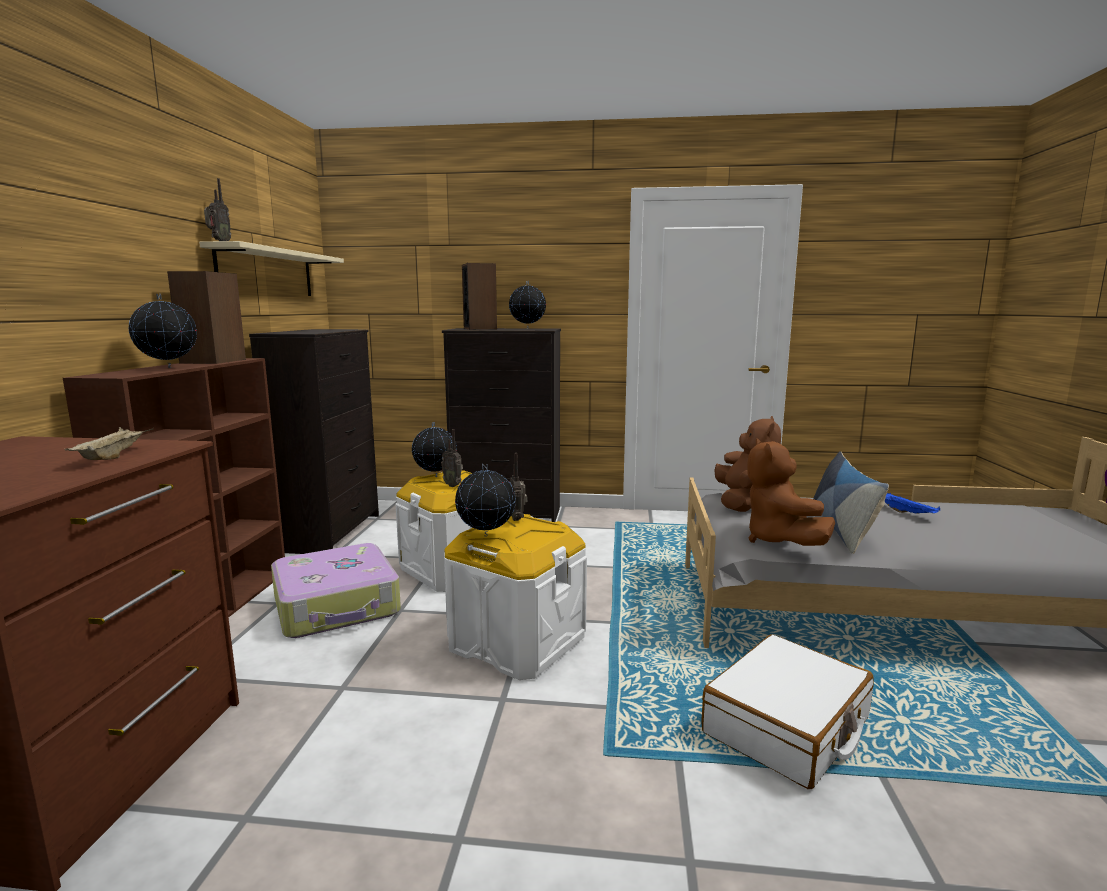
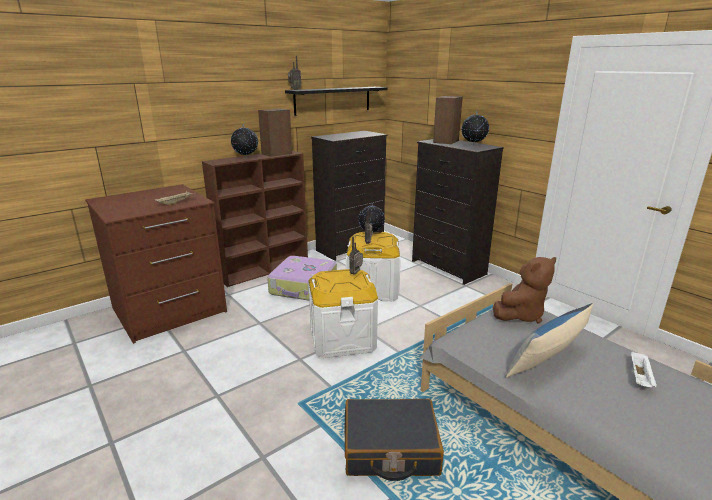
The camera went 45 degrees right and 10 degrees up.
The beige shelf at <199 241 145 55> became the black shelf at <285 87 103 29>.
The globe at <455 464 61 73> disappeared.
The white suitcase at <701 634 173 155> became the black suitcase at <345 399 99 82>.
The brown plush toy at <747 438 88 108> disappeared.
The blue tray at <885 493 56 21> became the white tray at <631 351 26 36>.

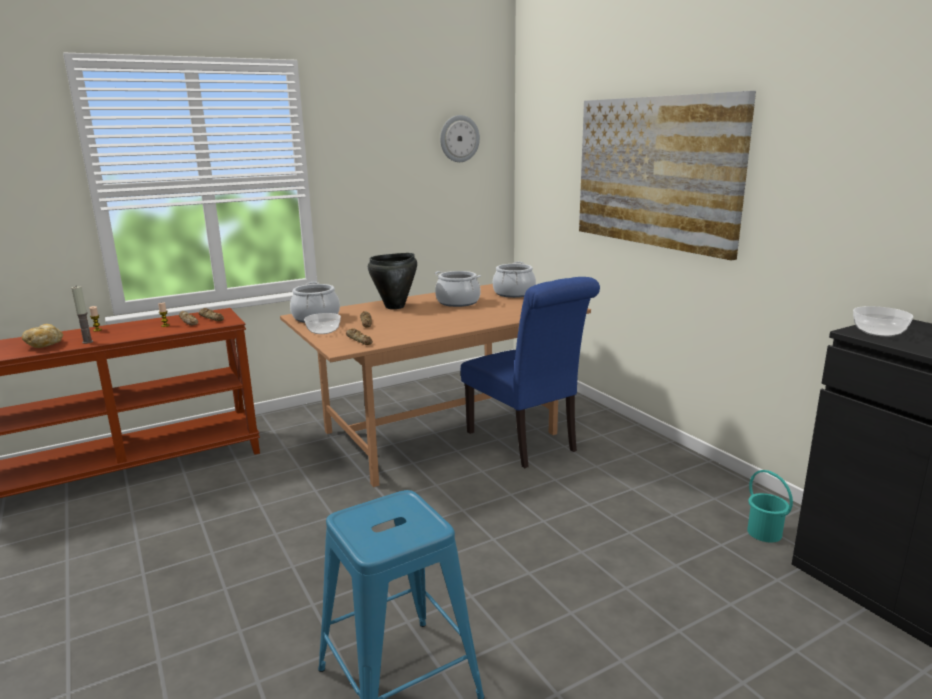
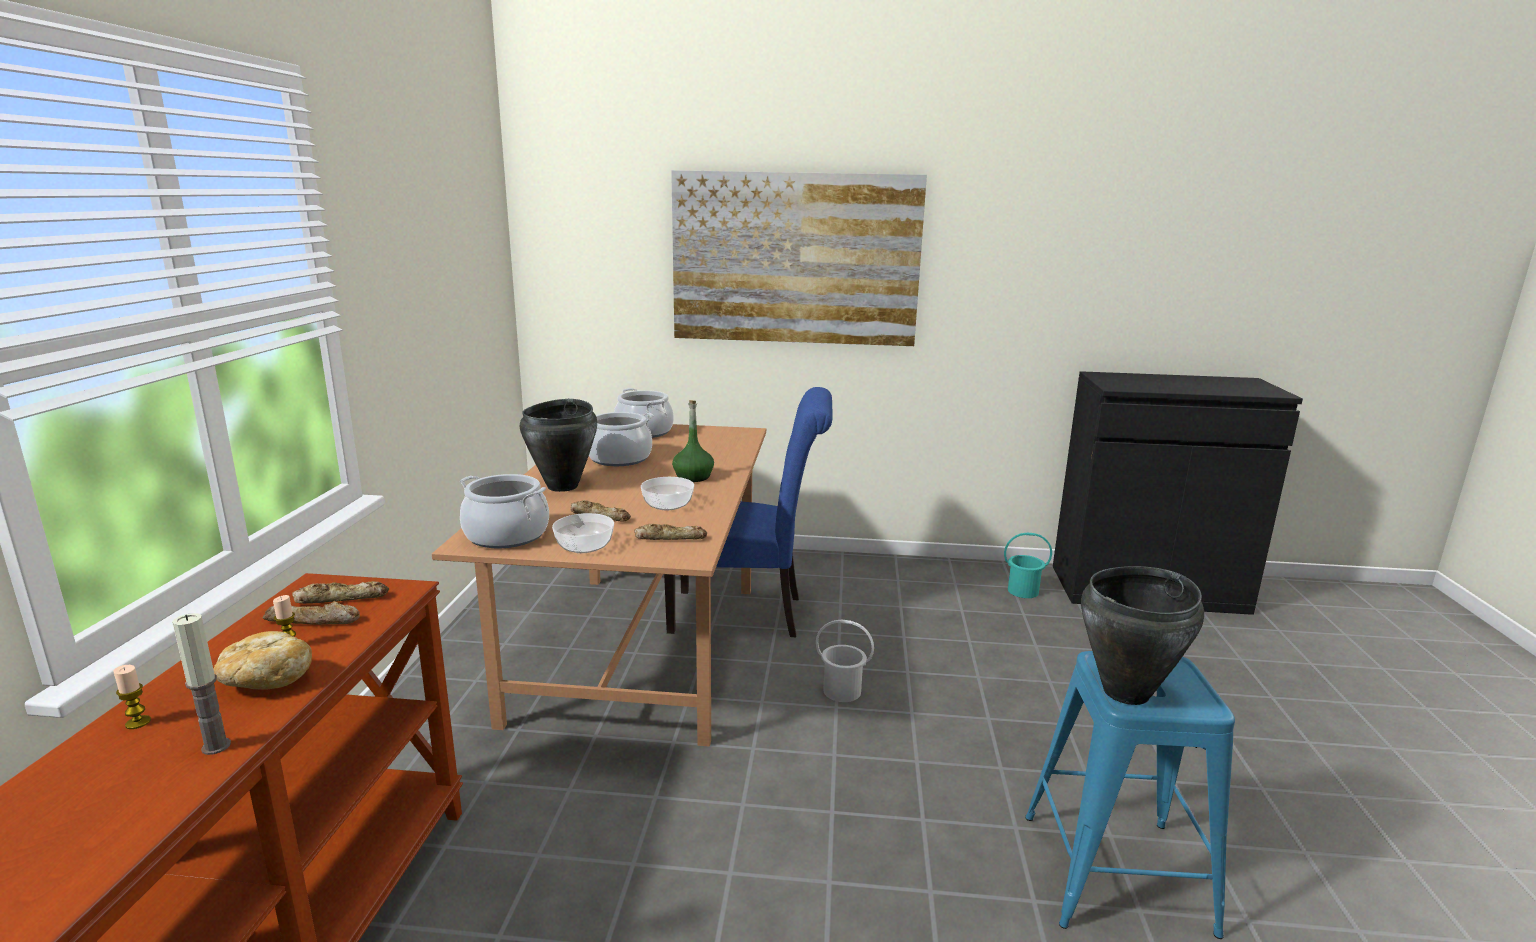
The camera went 55 degrees left and 0 degrees up.
The bread moved from <22 324 41 24> to <214 631 98 59>.
The wall clock at <440 115 40 47> disappeared.
The bowl moved from <853 306 60 31> to <641 477 53 33>.
The green bottle at <672 400 42 82> appeared.
The white bucket at <816 619 58 83> appeared.
The black cooking pot at <1081 566 123 139> appeared.

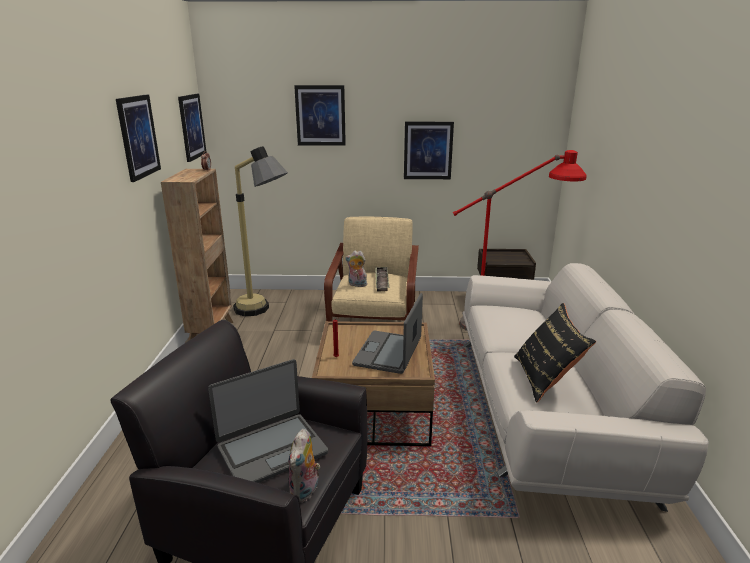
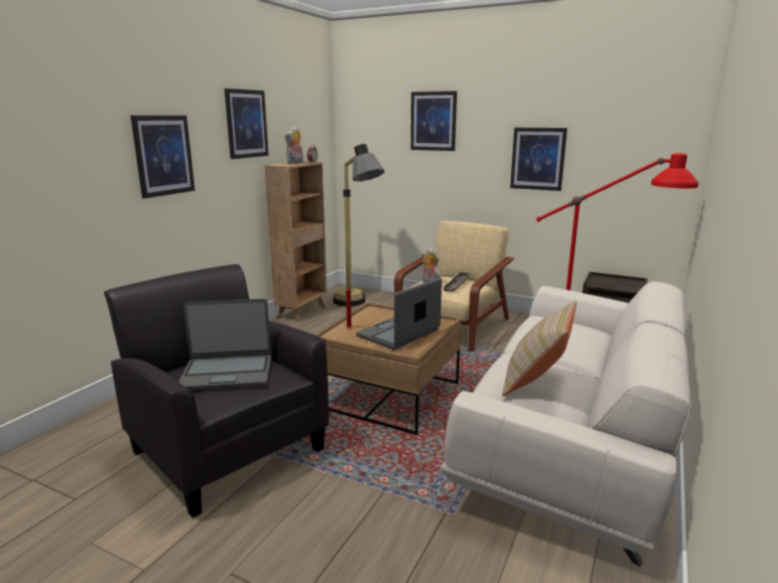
The camera went 25 degrees right and 5 degrees down.
The picture moved from <178 94 28 68> to <131 116 64 83>.
The plush toy moved from <289 429 31 74> to <284 127 20 37>.
The black pillow at <514 303 82 99> became the beige pillow at <502 301 75 95>.

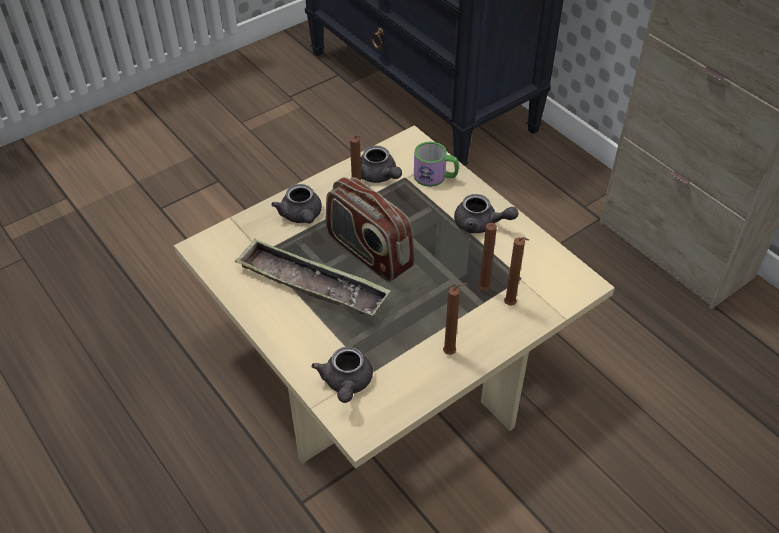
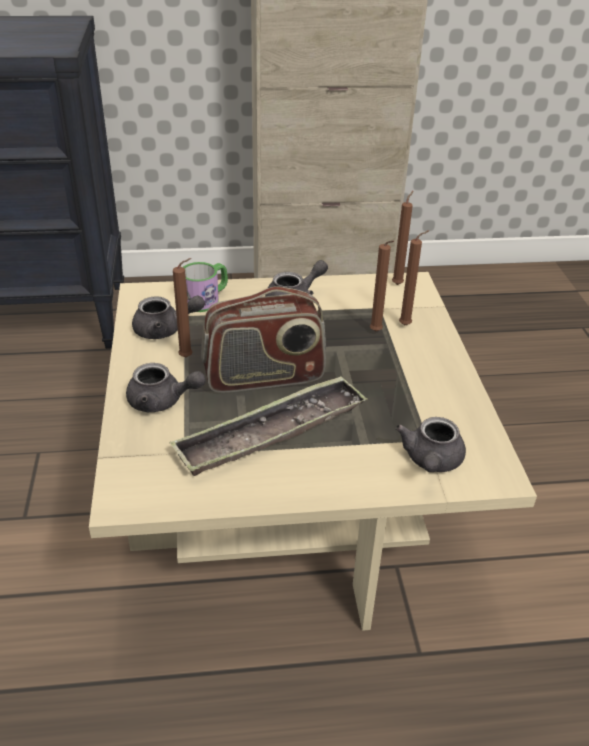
The camera went 60 degrees left and 10 degrees down.
The grey teapot at <311 347 62 56> turned 75 degrees clockwise.
The brown candle moved from <443 283 24 72> to <392 191 21 94>.

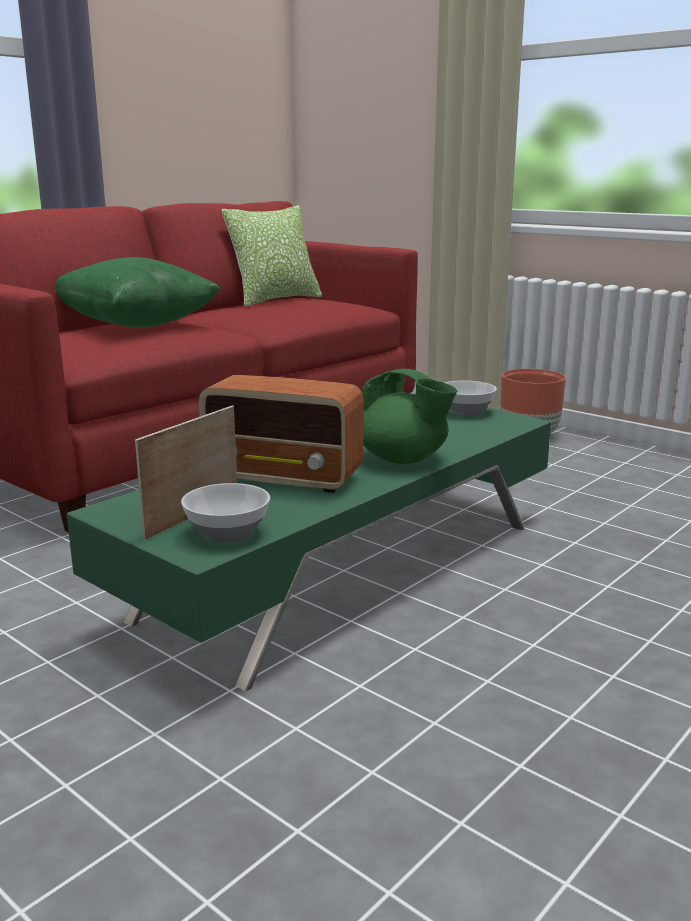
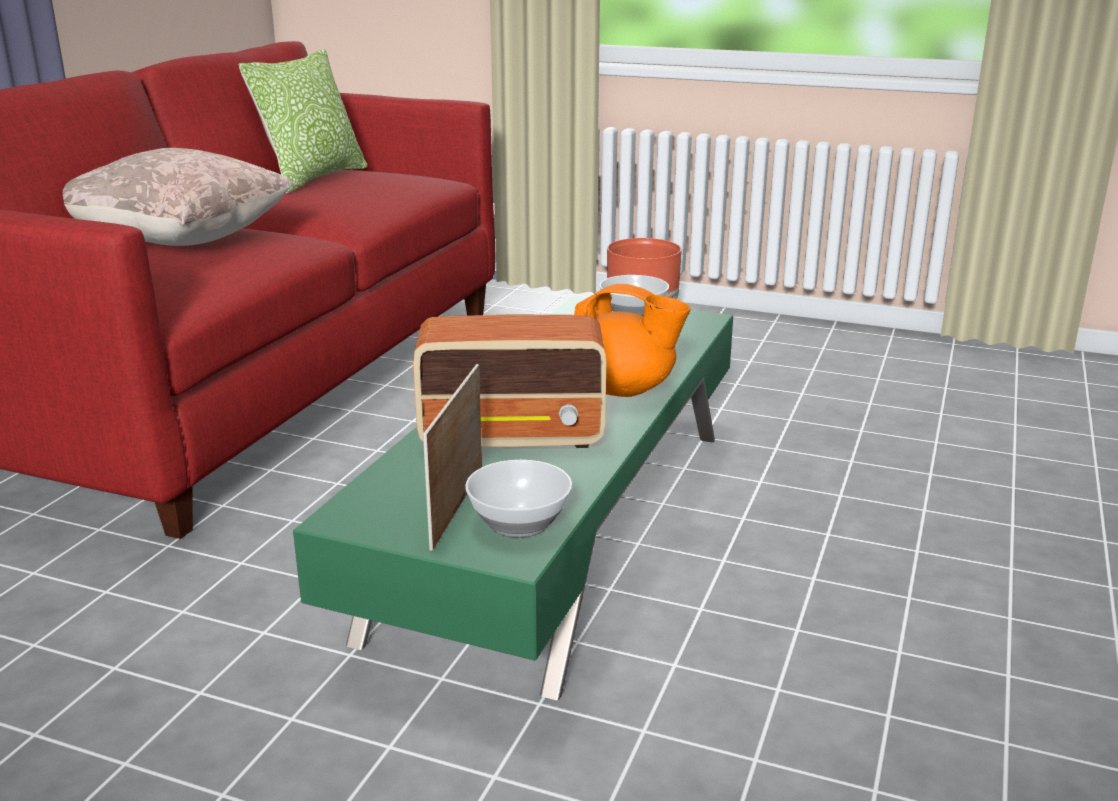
The camera went 20 degrees left and 5 degrees up.
The green pillow at <56 257 165 71> became the beige pillow at <63 148 231 98>.
The green teapot at <362 369 95 95> became the orange teapot at <574 284 117 113>.

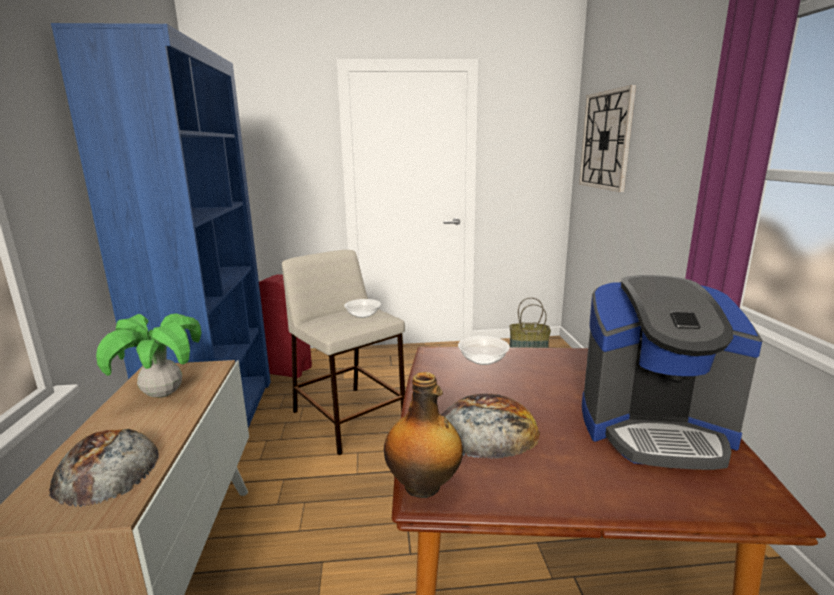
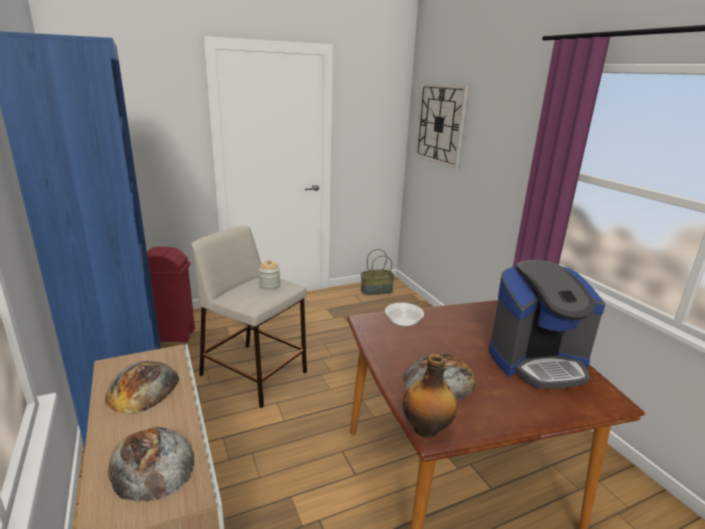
The camera went 20 degrees left and 5 degrees up.
The potted plant at <96 313 106 85> was replaced by the bread at <105 361 74 53>.
The bowl at <344 299 37 19> was replaced by the jar at <259 260 21 30>.

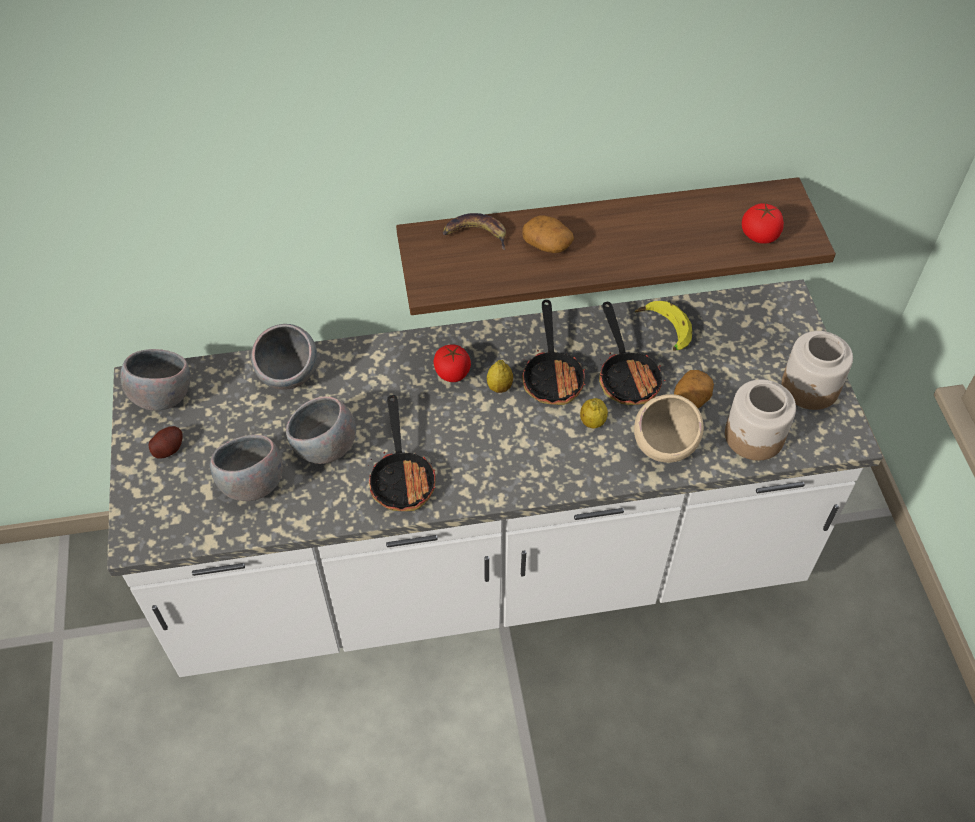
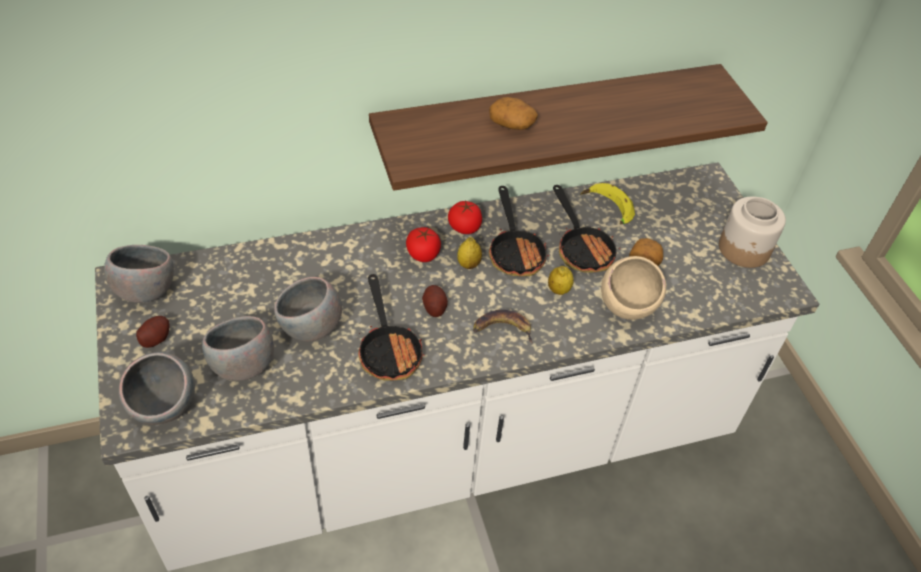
The camera went 10 degrees left and 5 degrees down.
The grey bowl moved from <251 324 66 66> to <118 352 77 73>.
The banana moved from <443 213 63 37> to <473 310 60 34>.
The jar at <725 379 71 81> disappeared.
The tomato moved from <742 203 42 41> to <448 200 34 34>.
The potato at <422 285 26 32> appeared.

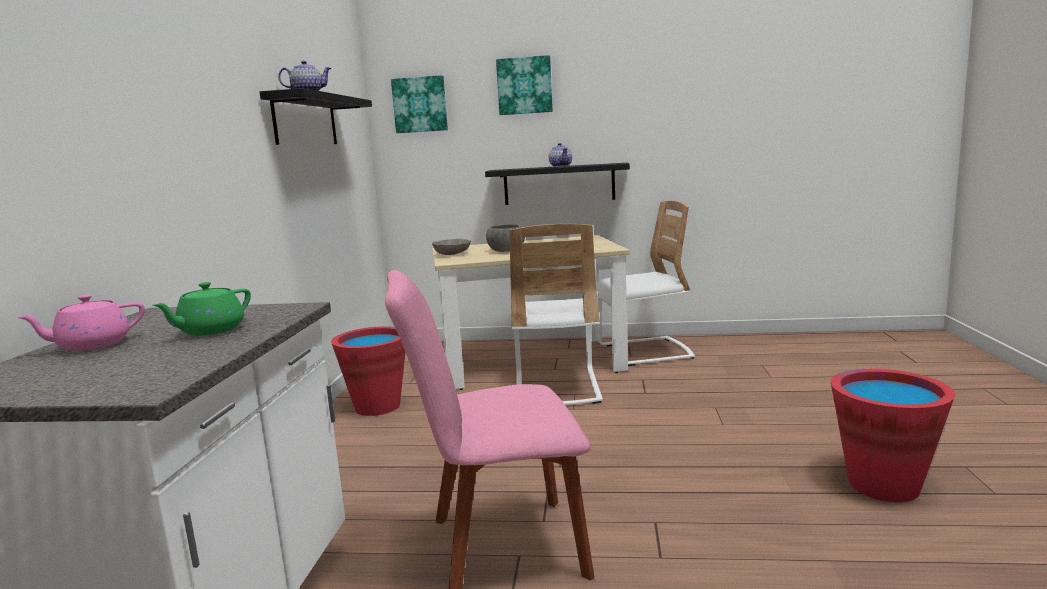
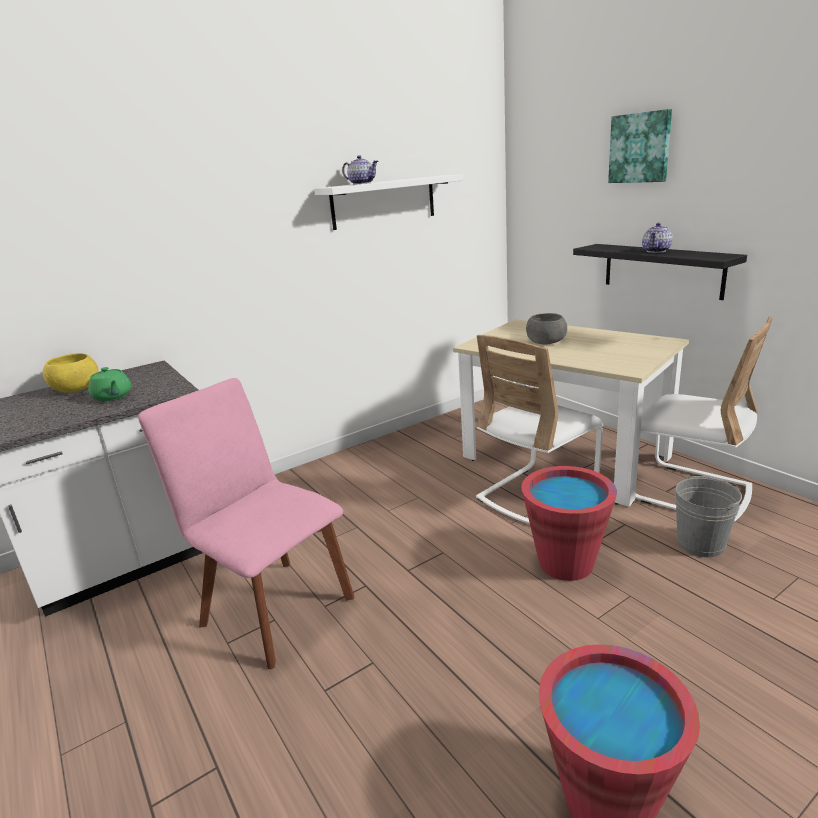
The camera went 50 degrees right and 10 degrees up.
The pink teapot at <16 295 129 56> was replaced by the yellow bowl at <43 353 55 40>.
The green teapot at <152 282 99 54> turned 120 degrees counterclockwise.
The black shelf at <260 88 112 57> became the white shelf at <314 174 149 56>.
The red bucket moved from <331 326 75 90> to <521 466 96 115>.
The picture at <391 75 57 58> disappeared.
The grey bowl at <432 239 39 16> disappeared.
The grey bucket at <675 474 67 83> appeared.

